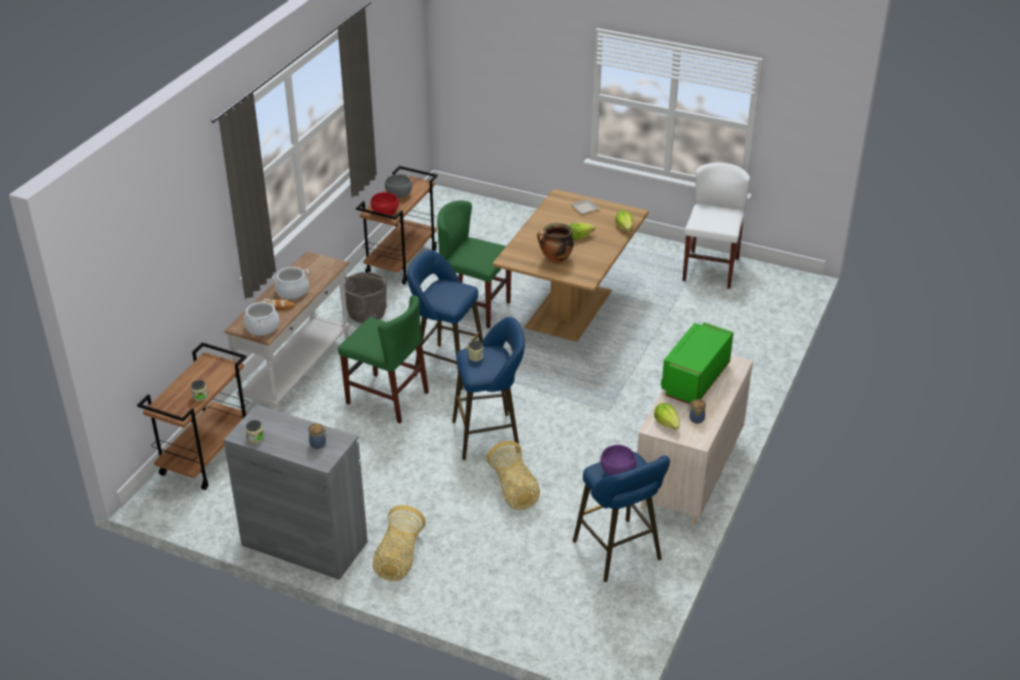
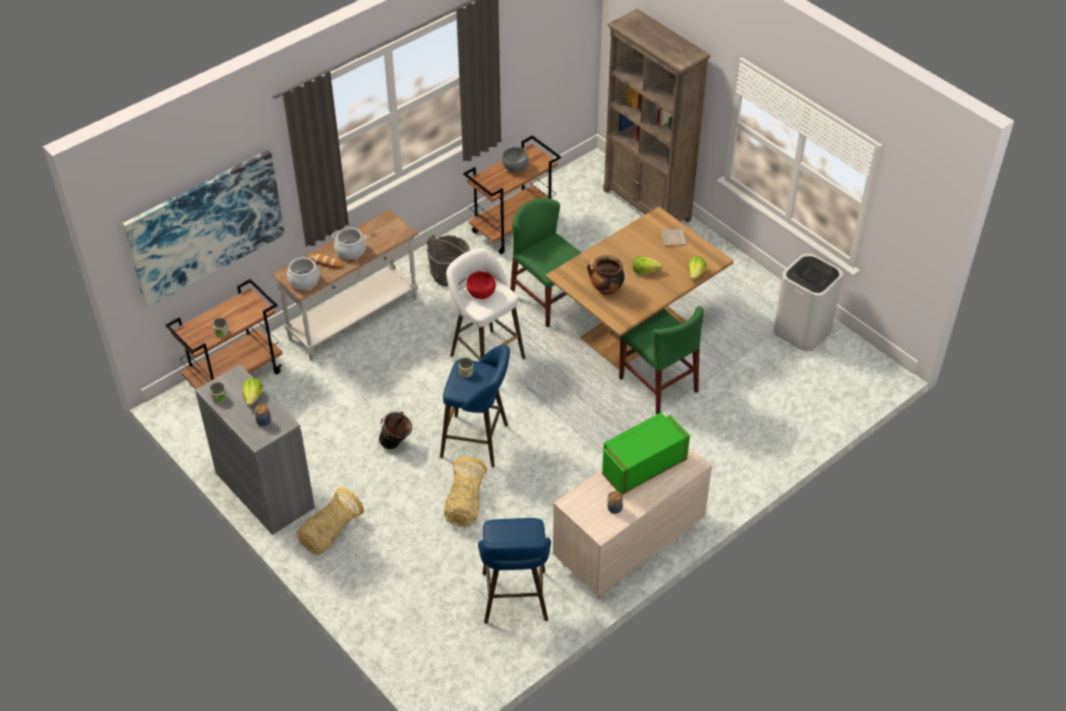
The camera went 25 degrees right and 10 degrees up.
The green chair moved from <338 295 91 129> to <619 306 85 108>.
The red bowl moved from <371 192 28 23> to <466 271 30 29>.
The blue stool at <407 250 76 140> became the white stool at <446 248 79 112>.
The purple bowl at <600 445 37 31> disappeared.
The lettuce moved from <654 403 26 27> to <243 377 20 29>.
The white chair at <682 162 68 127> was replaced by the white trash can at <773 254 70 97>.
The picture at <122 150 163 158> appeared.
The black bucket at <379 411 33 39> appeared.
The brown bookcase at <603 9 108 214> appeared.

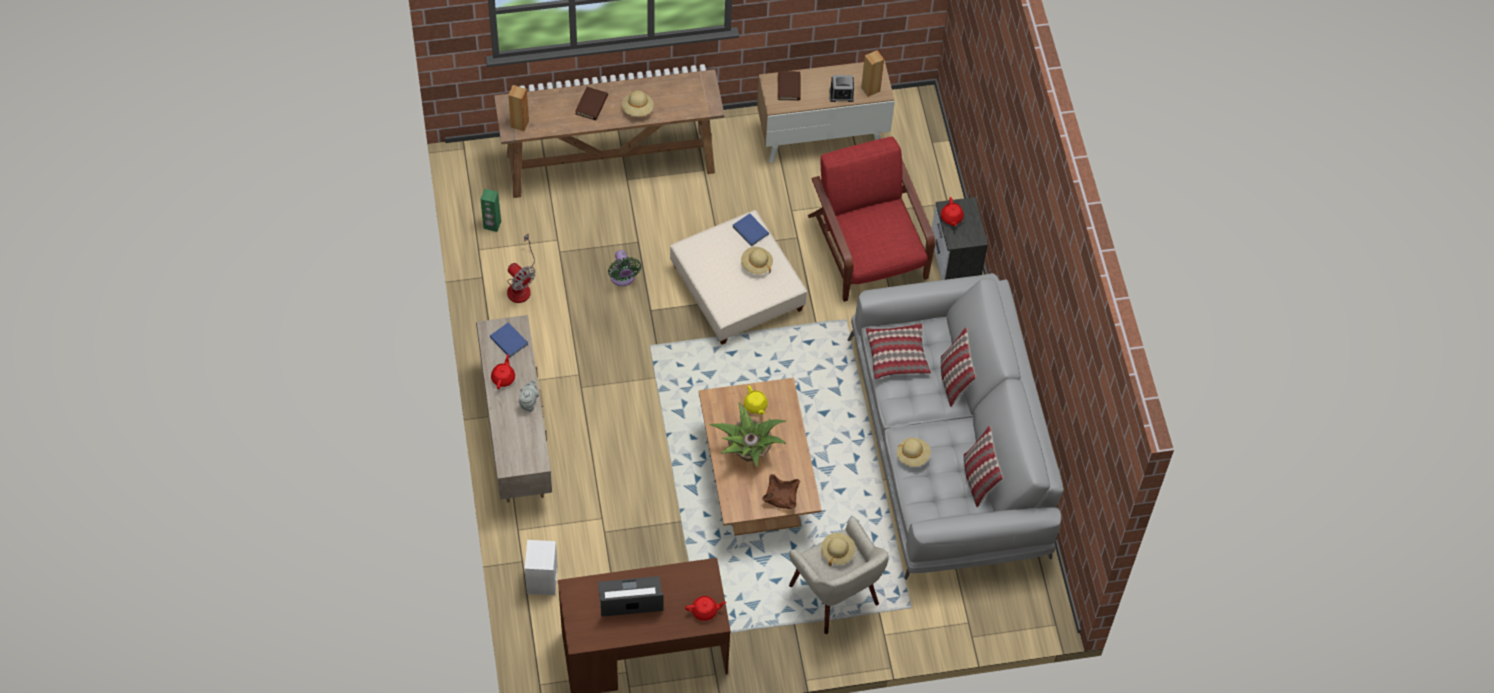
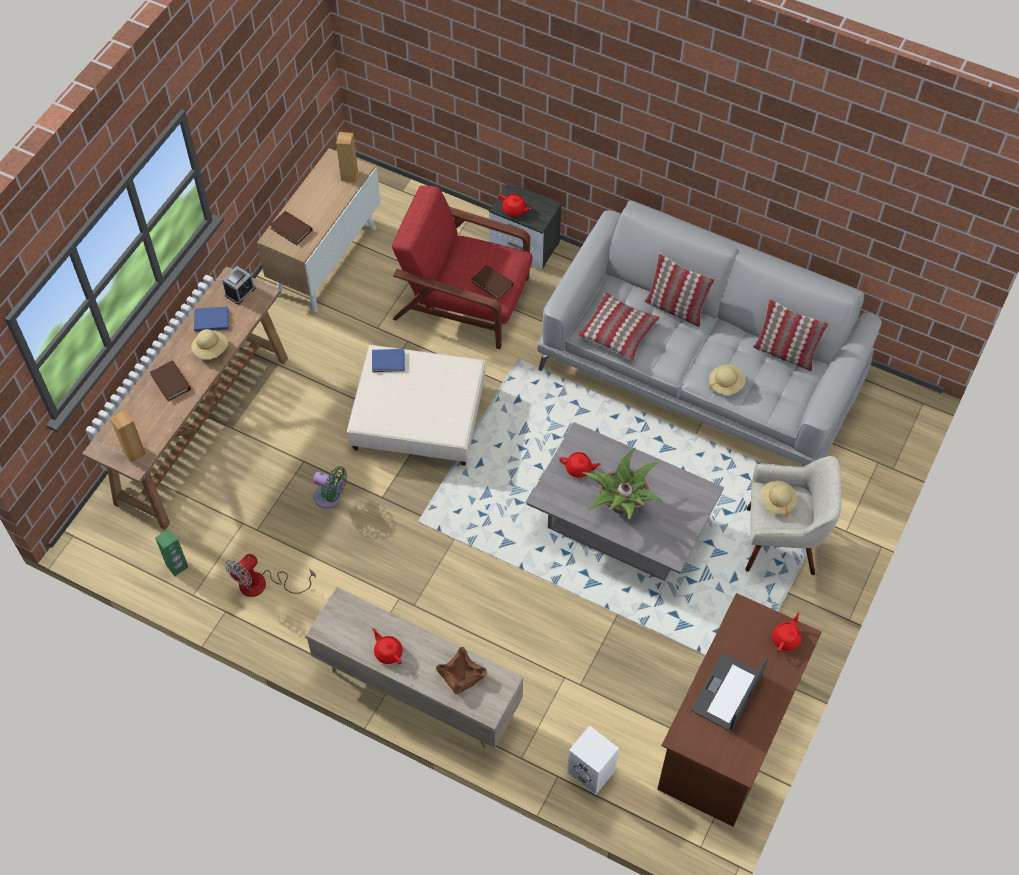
The camera went 50 degrees left and 0 degrees up.
The blue book moved from <490 323 38 34> to <194 307 35 25>.
The fan at <507 233 28 70> turned 135 degrees clockwise.
The grey teapot at <519 380 20 32> disappeared.
The brown coffee table at <699 378 123 158> became the grey coffee table at <526 422 198 159>.
The beige hat at <741 247 32 27> disappeared.
The yellow teapot at <744 385 24 30> became the red teapot at <559 452 42 26>.
The brown bowl moved from <762 474 38 35> to <436 647 51 47>.
The alarm clock moved from <829 75 25 27> to <222 266 34 39>.
The brown book at <472 265 42 35> appeared.

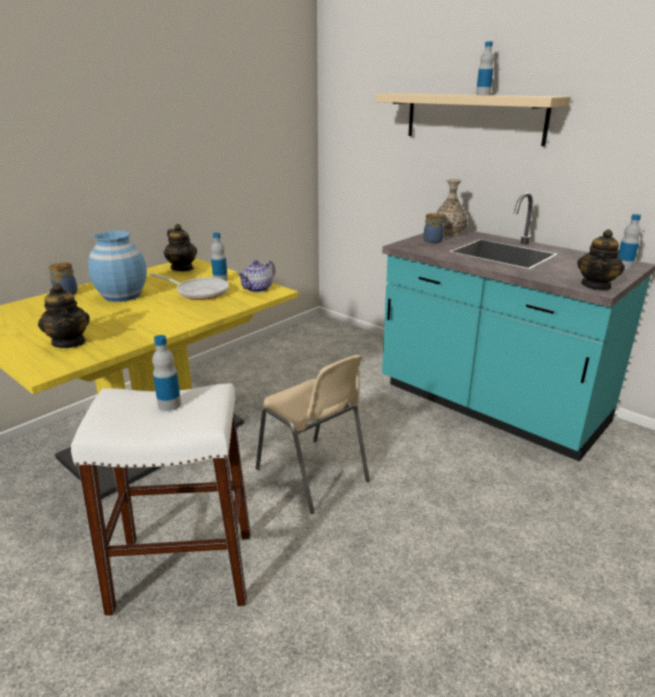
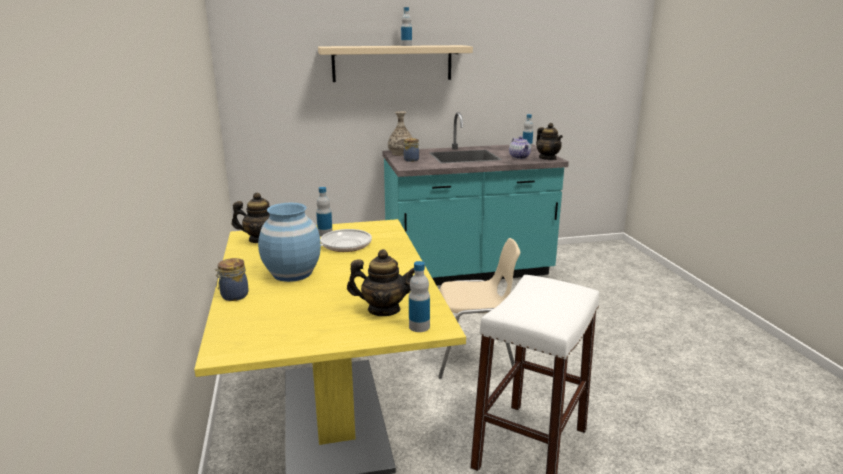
The camera went 55 degrees left and 5 degrees down.
The bottle moved from <152 335 29 76> to <409 261 21 71>.
The teapot moved from <237 260 38 32> to <509 136 22 23>.

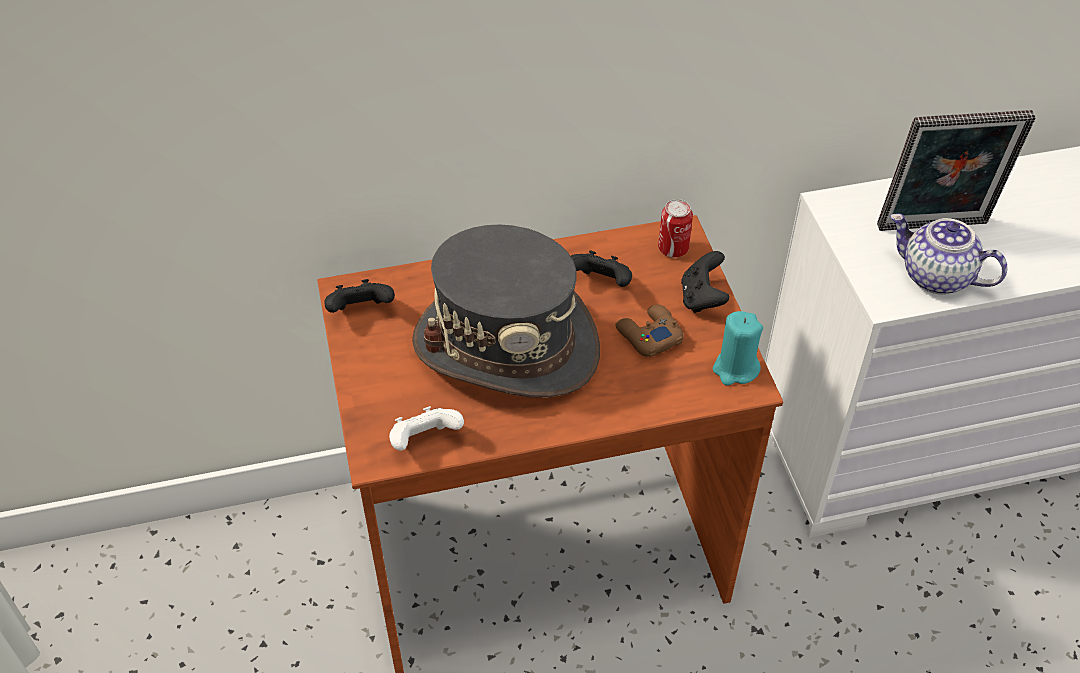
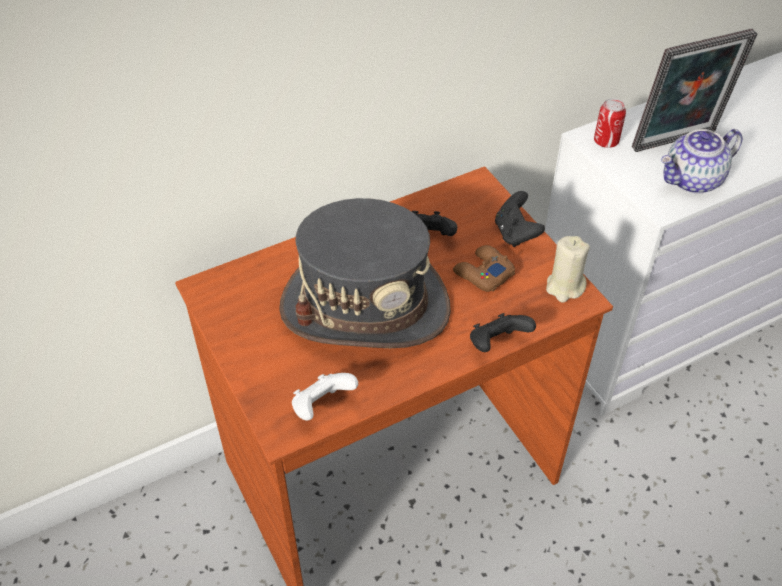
The camera went 15 degrees left and 0 degrees up.
The black game controller moved from <324 279 71 34> to <470 313 66 39>.
The can moved from <658 199 35 58> to <594 98 32 50>.
The turquoise candle at <713 311 50 75> became the beige candle at <546 236 44 66>.
The teapot at <890 213 117 81> turned 45 degrees counterclockwise.

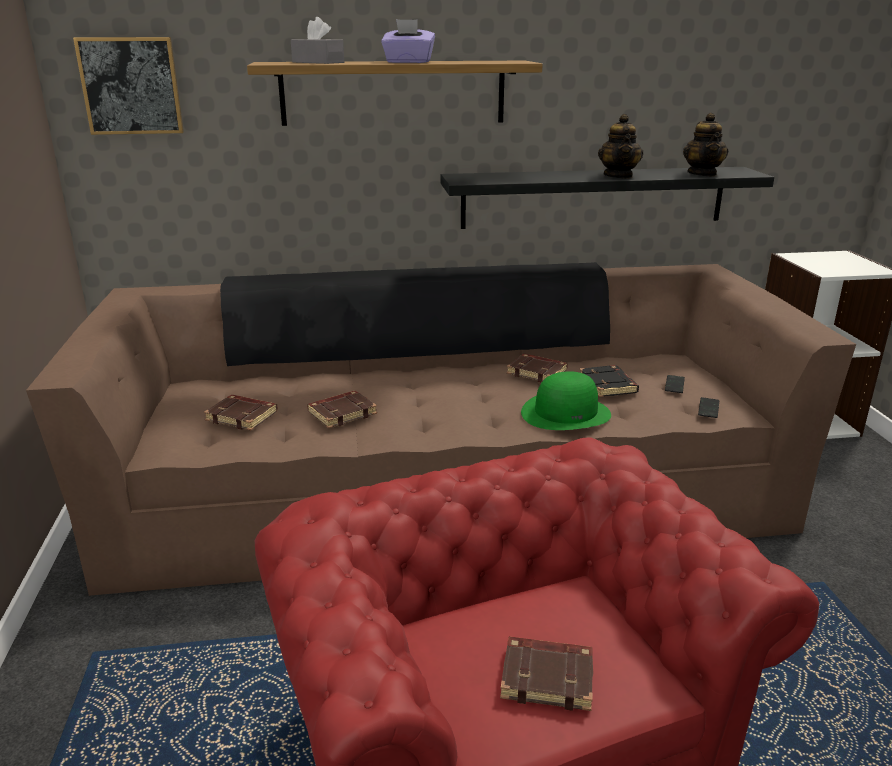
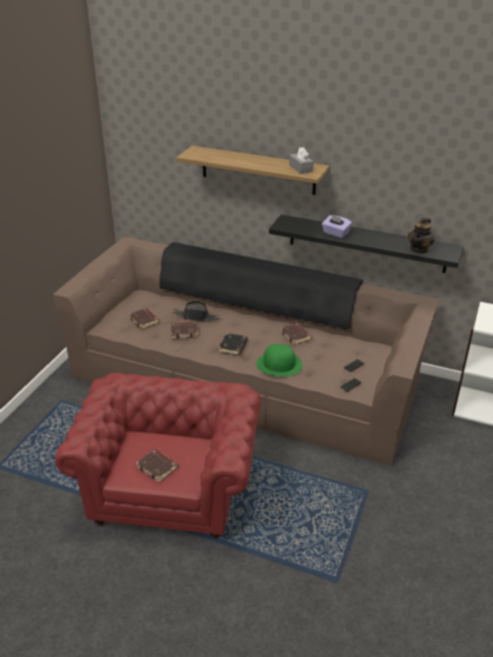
The camera went 30 degrees right and 10 degrees up.
The picture at <73 37 111 98> disappeared.
The grey tissue box moved from <291 17 53 47> to <289 147 24 27>.
The purple tissue box moved from <381 19 54 44> to <322 215 30 23>.
The black book moved from <580 365 59 32> to <219 333 29 22>.
The teapot at <598 114 45 65> disappeared.
The black hat at <172 301 48 20> appeared.

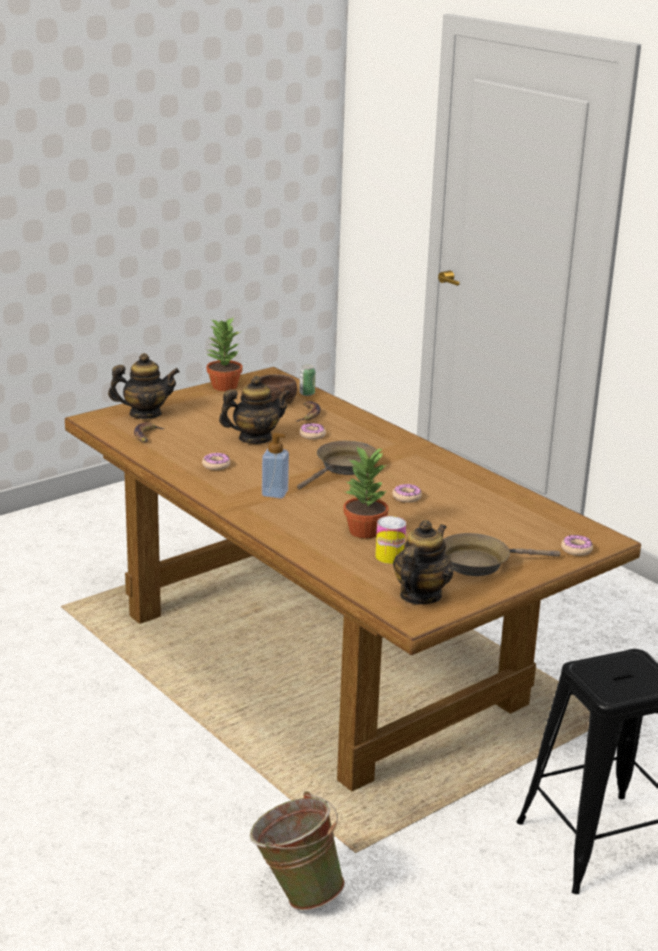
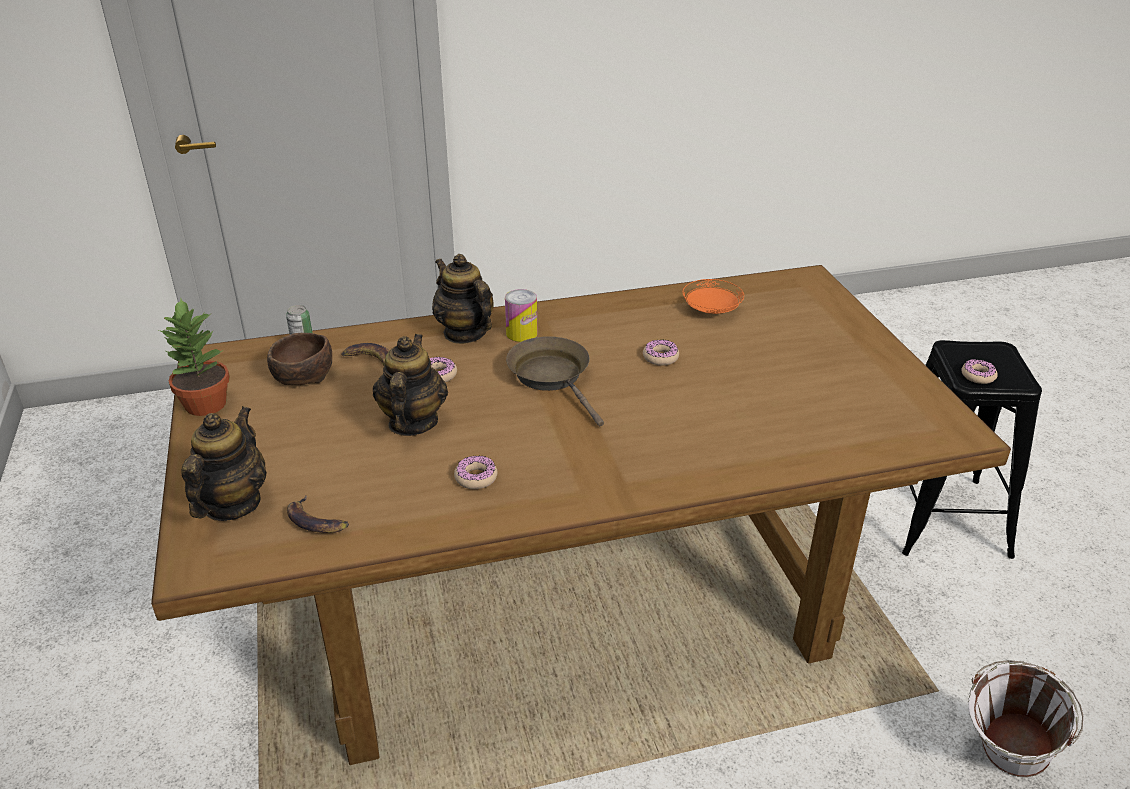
The camera went 65 degrees left and 10 degrees up.
The green bucket at <250 791 95 119> became the white bucket at <968 660 116 117>.
The soap dispenser at <262 433 27 65> disappeared.
The potted plant at <343 446 46 92> disappeared.
The can moved from <375 516 31 48> to <505 289 33 53>.
The teapot moved from <393 520 61 84> to <432 254 62 90>.
The brown frying pan at <443 533 117 43> disappeared.
The donut moved from <561 535 32 21> to <962 359 36 25>.
The orange plate at <683 279 61 35> appeared.

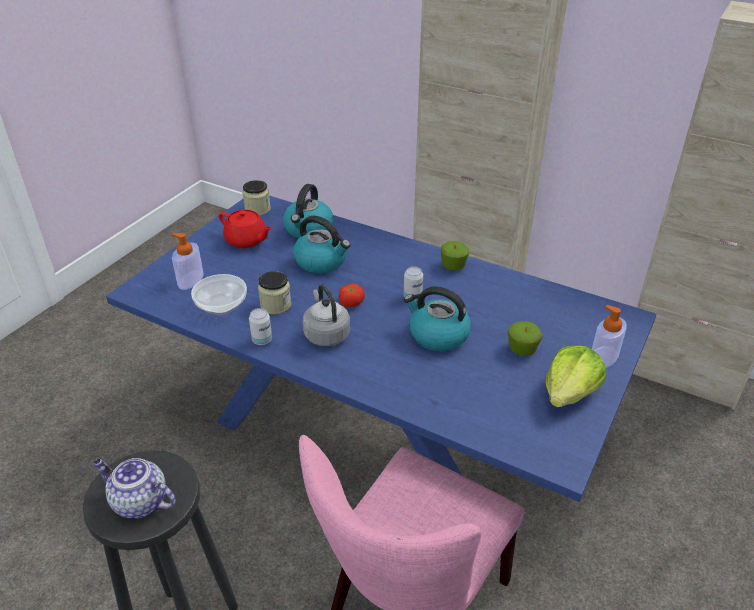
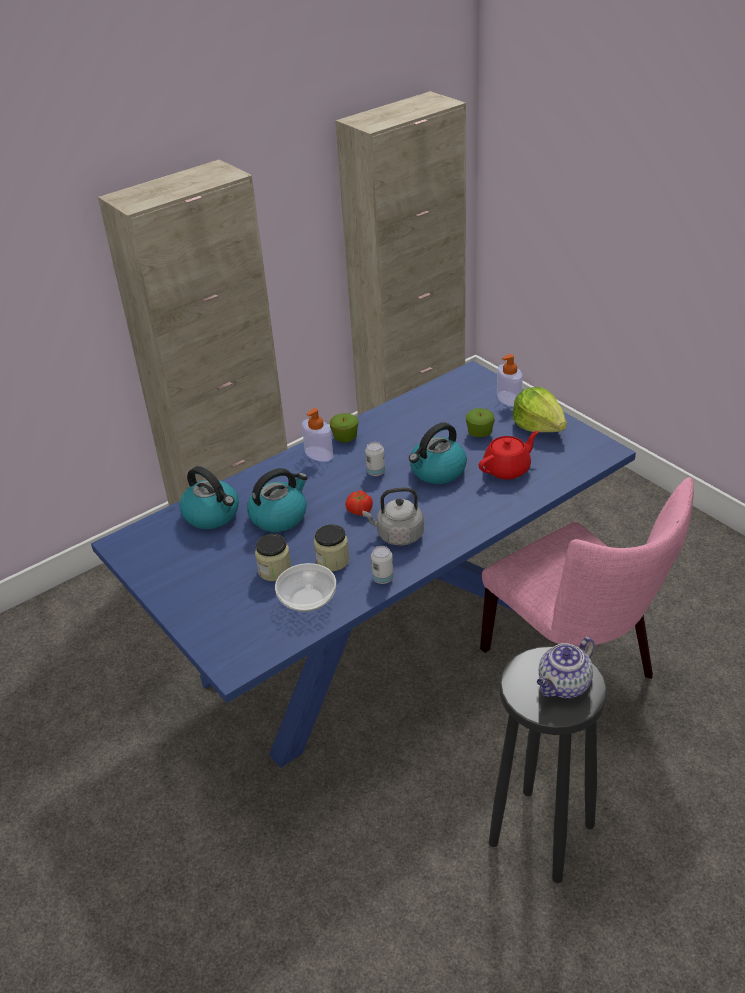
The camera went 65 degrees left and 0 degrees up.
The soap dispenser moved from <172 233 32 57> to <302 408 31 54>.
The red teapot moved from <219 210 53 38> to <479 431 60 48>.
The jar moved from <242 180 29 36> to <255 534 36 47>.

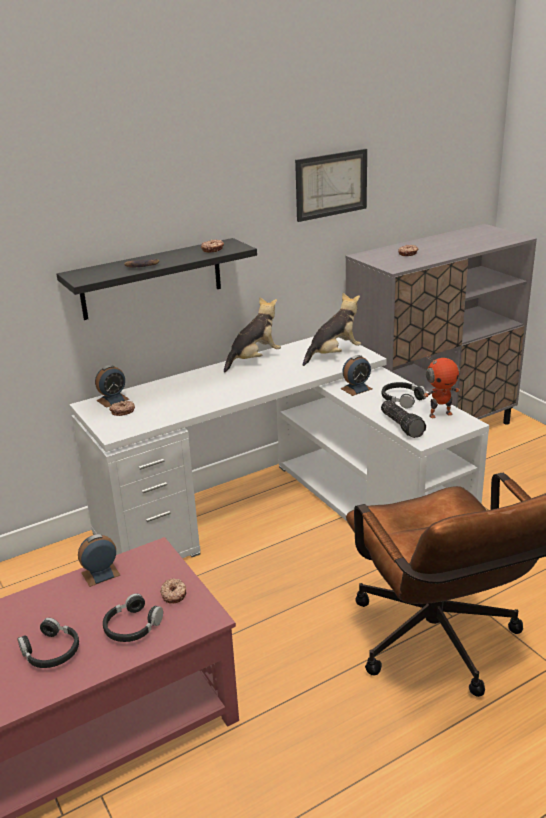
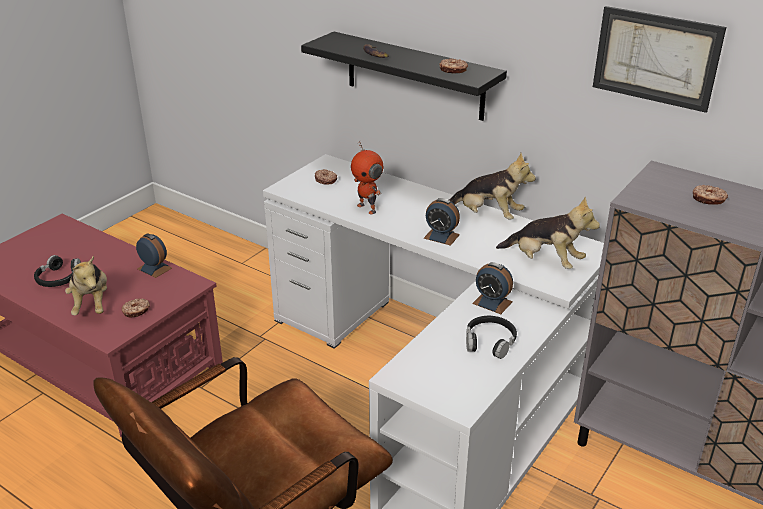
The camera went 65 degrees right and 5 degrees up.
The alarm clock moved from <95 365 34 43> to <424 198 36 48>.
The black headphones at <103 594 60 48> was replaced by the plush toy at <65 255 42 60>.
The flashlight at <381 400 45 38> disappeared.
The toy robot moved from <423 355 37 63> to <351 141 32 73>.

